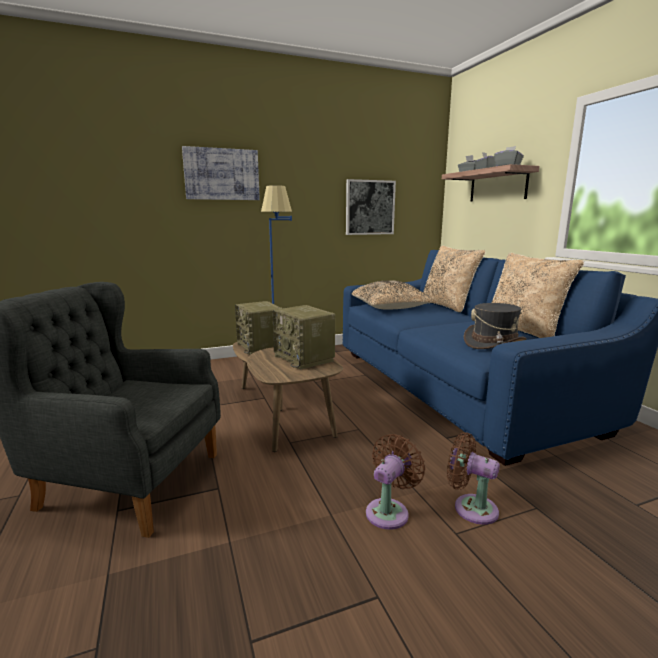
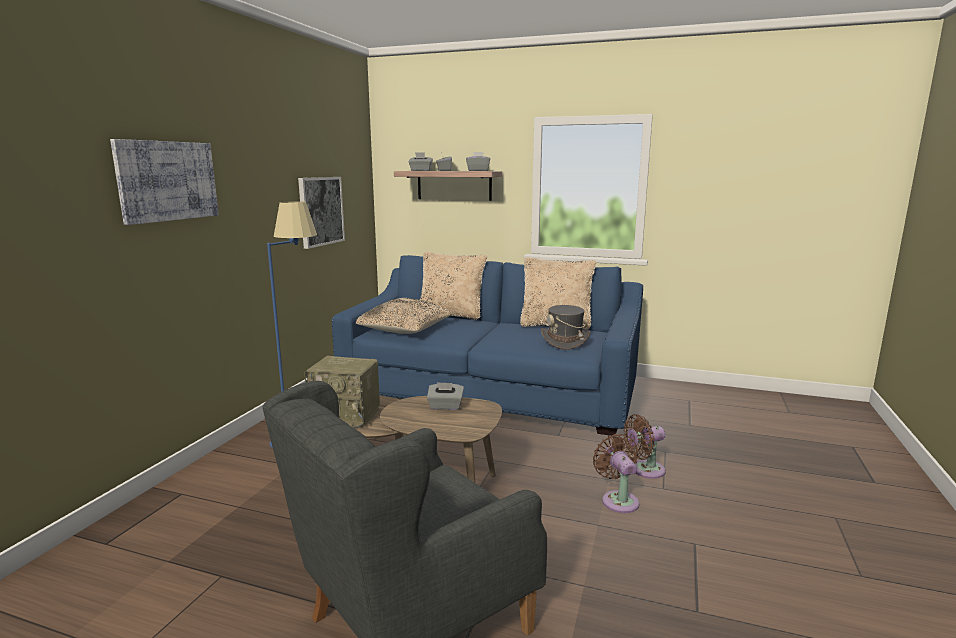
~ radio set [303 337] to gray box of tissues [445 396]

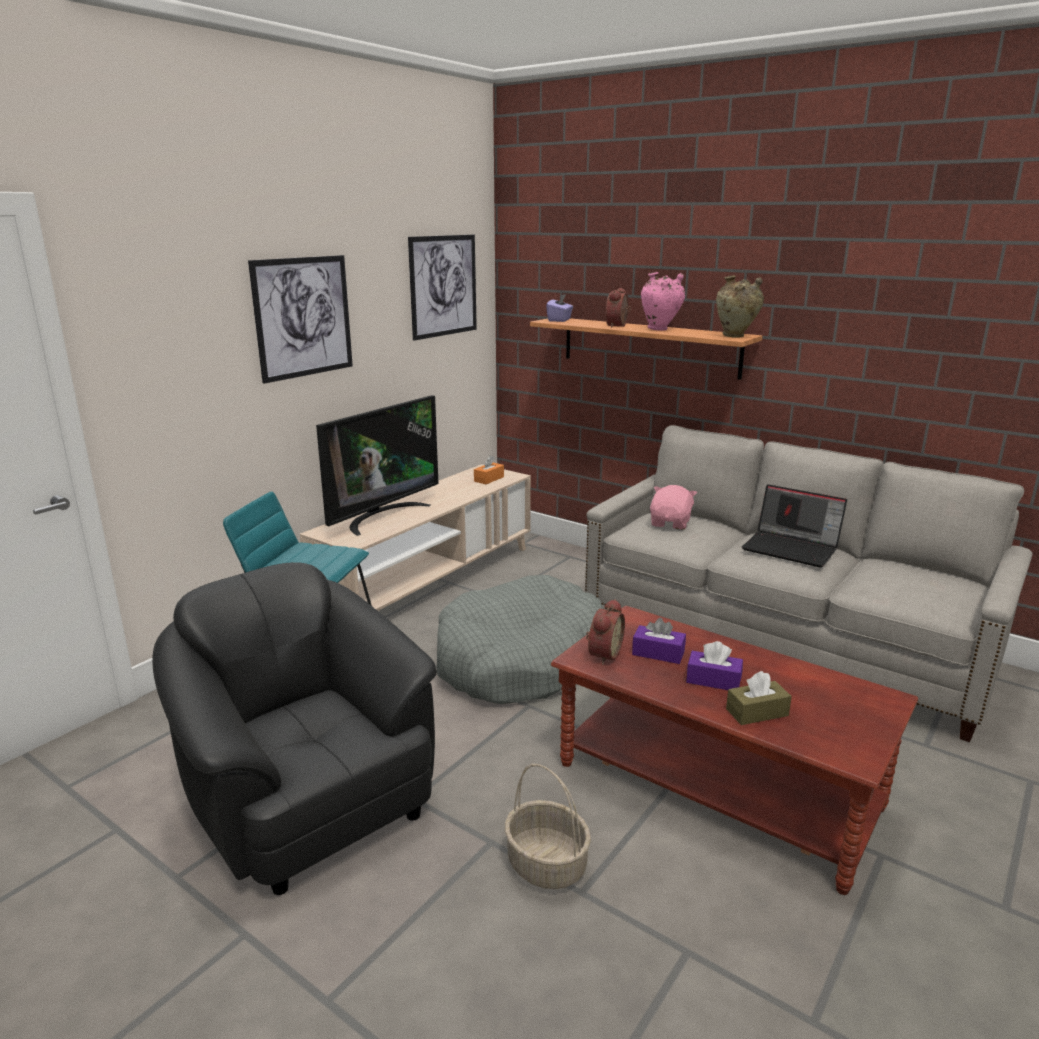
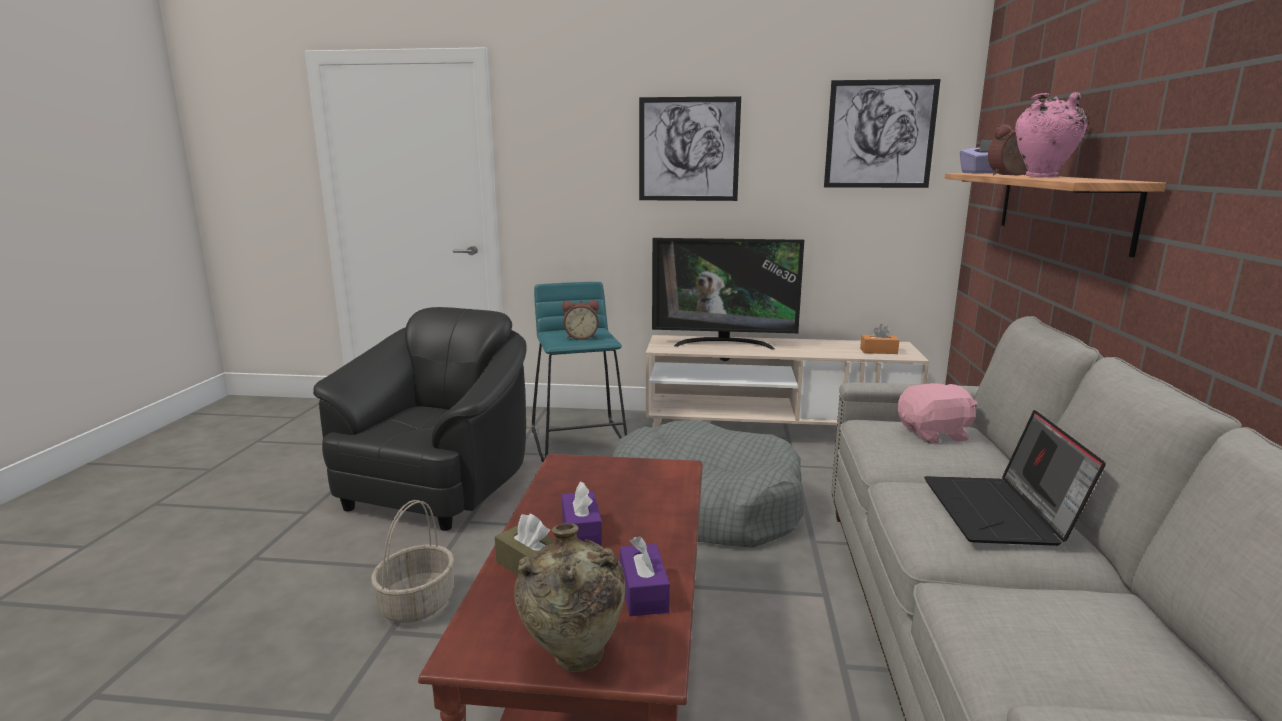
~ beige decorative vase [740 306] to [569 597]
~ table clock [605 632] to [580 320]
~ purplish box of tissues [659 641] to [645 576]

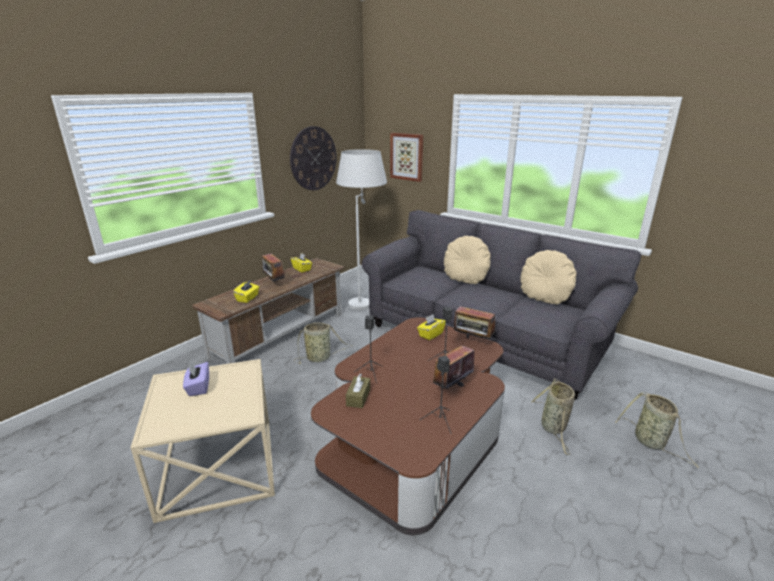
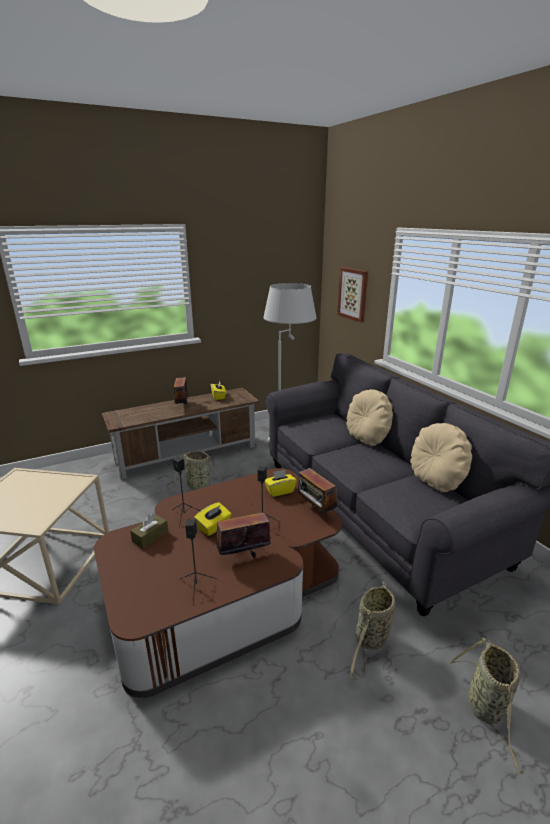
- wall clock [313 158]
~ yellow box of tissues [246 291] to [212 519]
- purplish box of tissues [196 379]

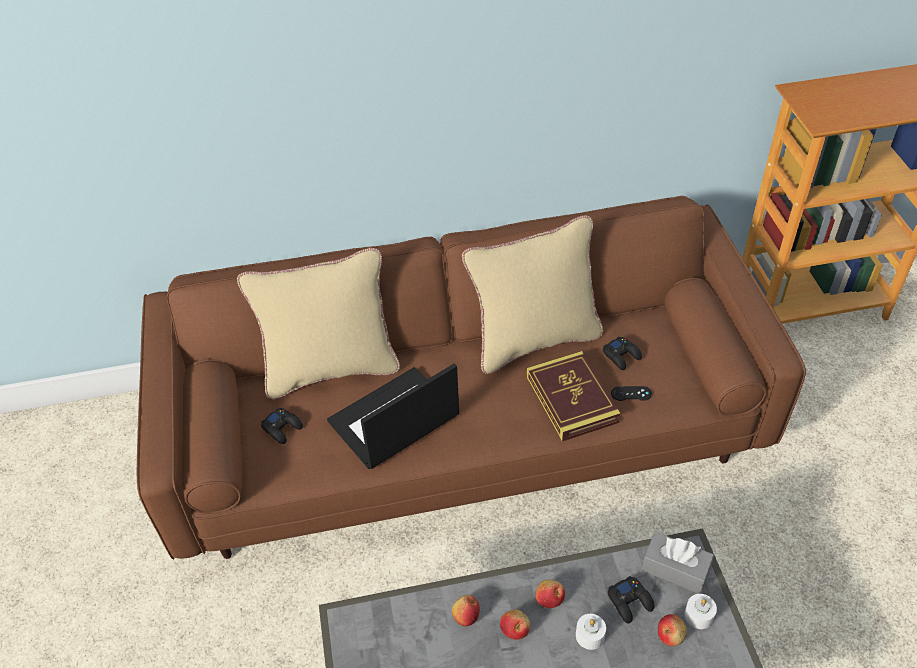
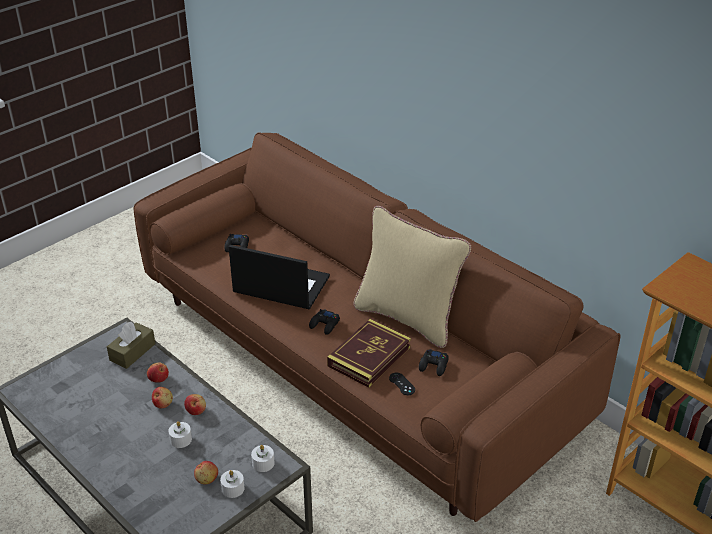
- beige pillow [318 323]
~ gray box of tissues [678 563] to whitish wax light [262 458]
~ black-coloured joypad [631 599] to [324 322]
+ brownish box of tissues [131 345]

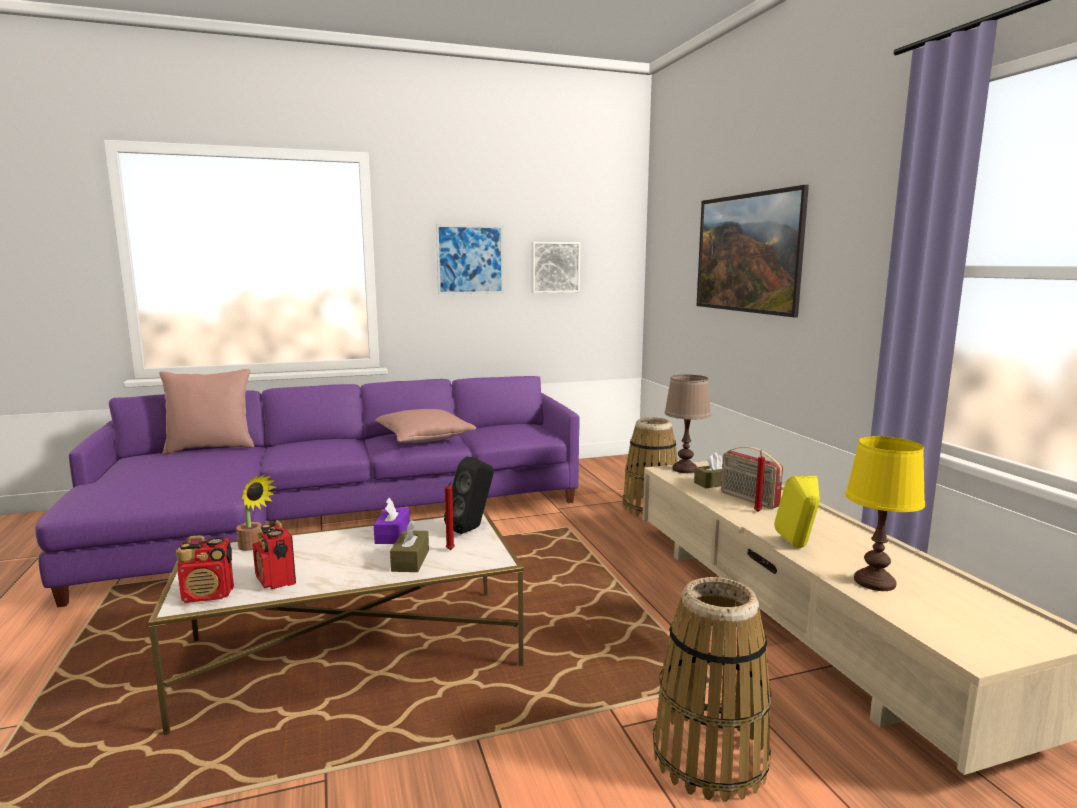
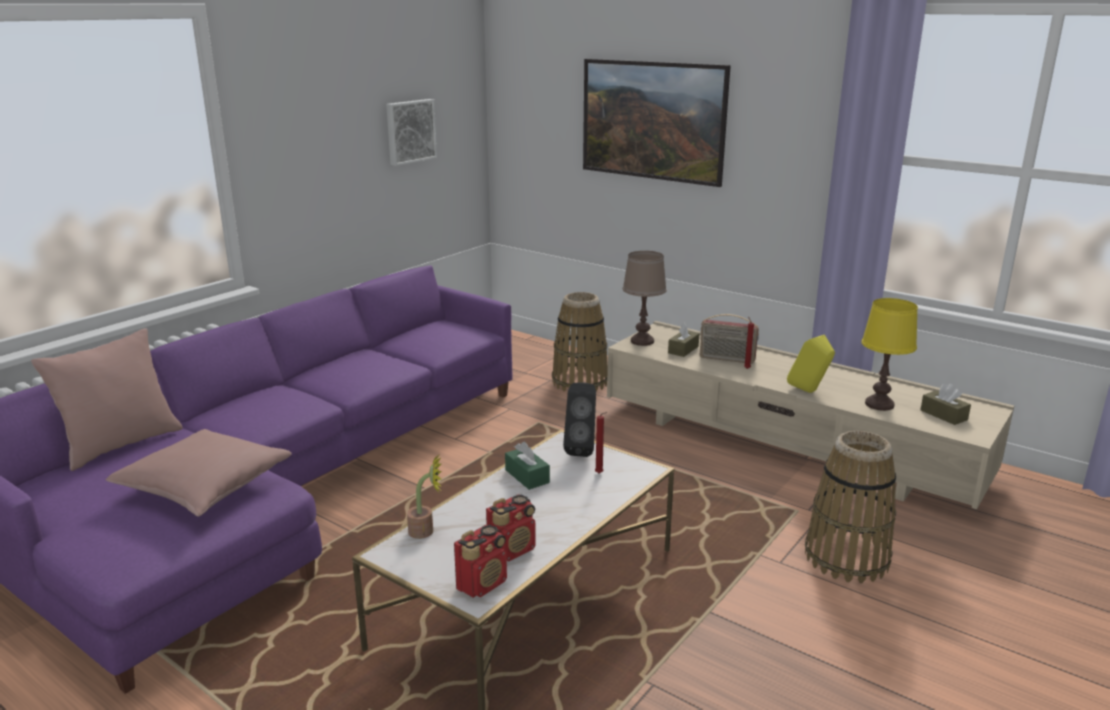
- wall art [470 259]
~ pink pillow [425 426] to [199 473]
~ purplish box of tissues [392 521] to greenish box of tissues [527 466]
~ radio set [274 554] = [511 528] 60 degrees counterclockwise
~ brownish box of tissues [409 546] to [945 404]

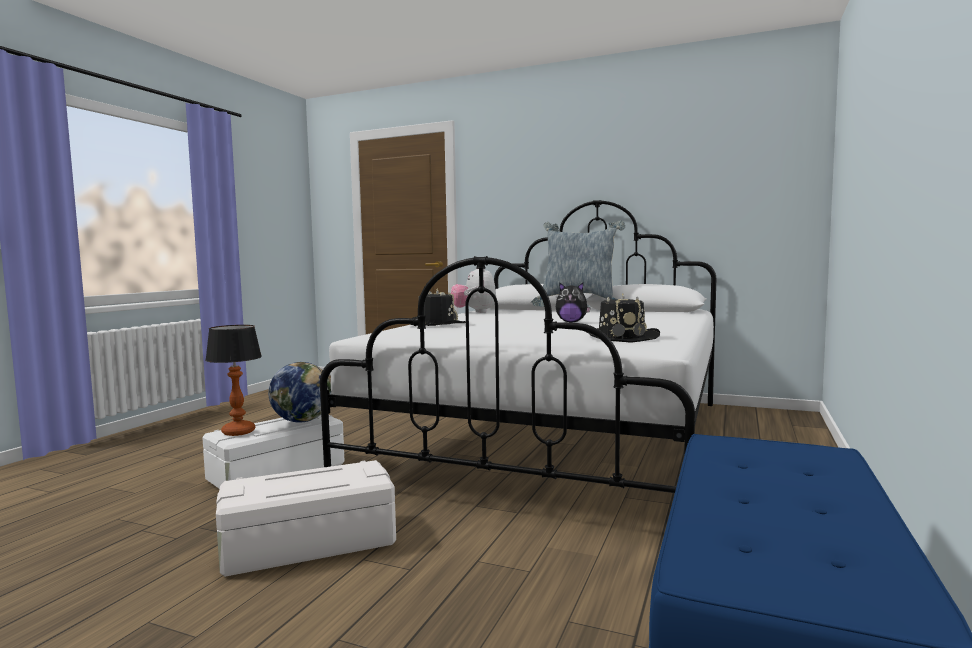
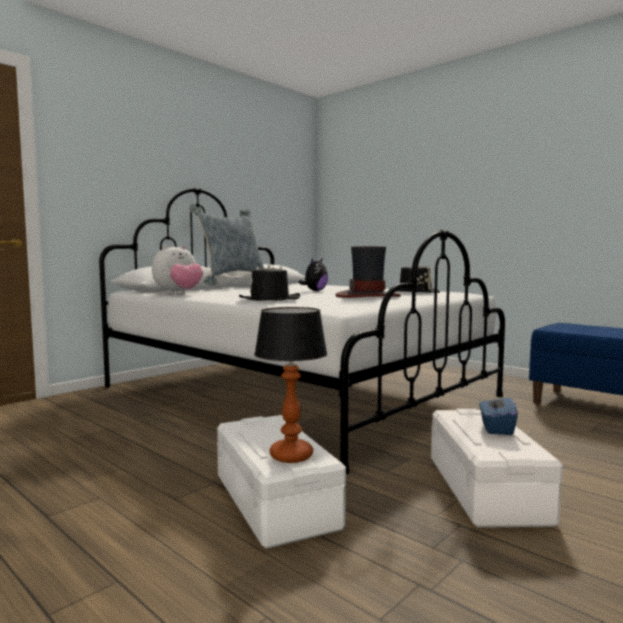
~ cuddly toy [473 290] = [177 269] 45 degrees counterclockwise
- desk globe [300 392]
+ clothing hat [368 272]
+ blue-coloured box of tissues [498 412]

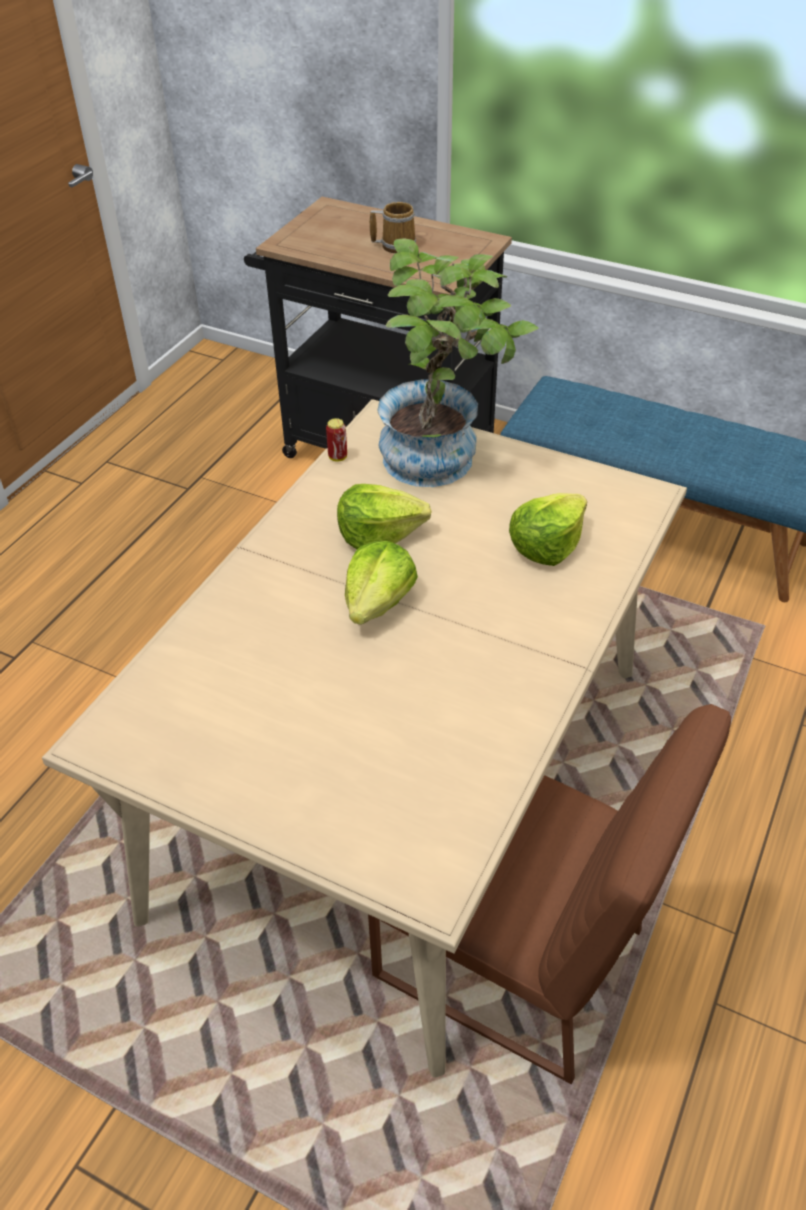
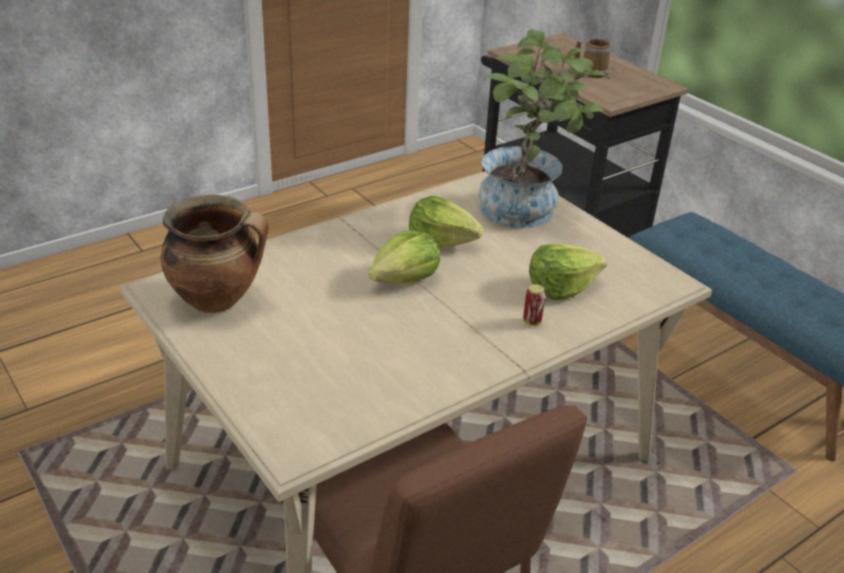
~ sealed can [336 440] to [534 305]
+ saucepot [215 254]

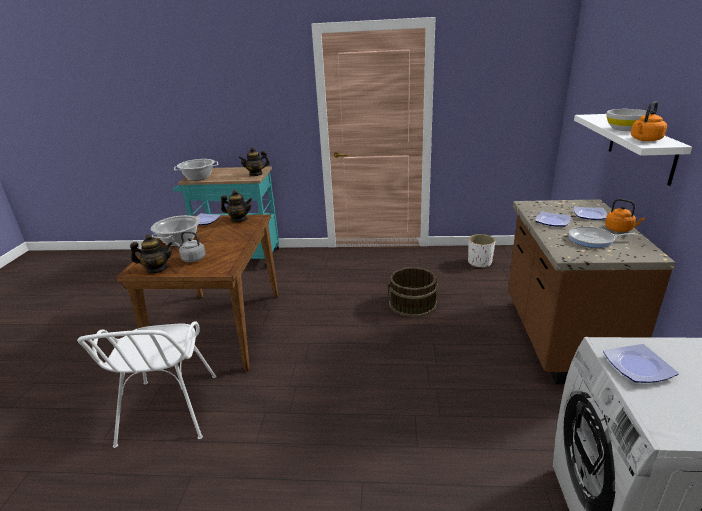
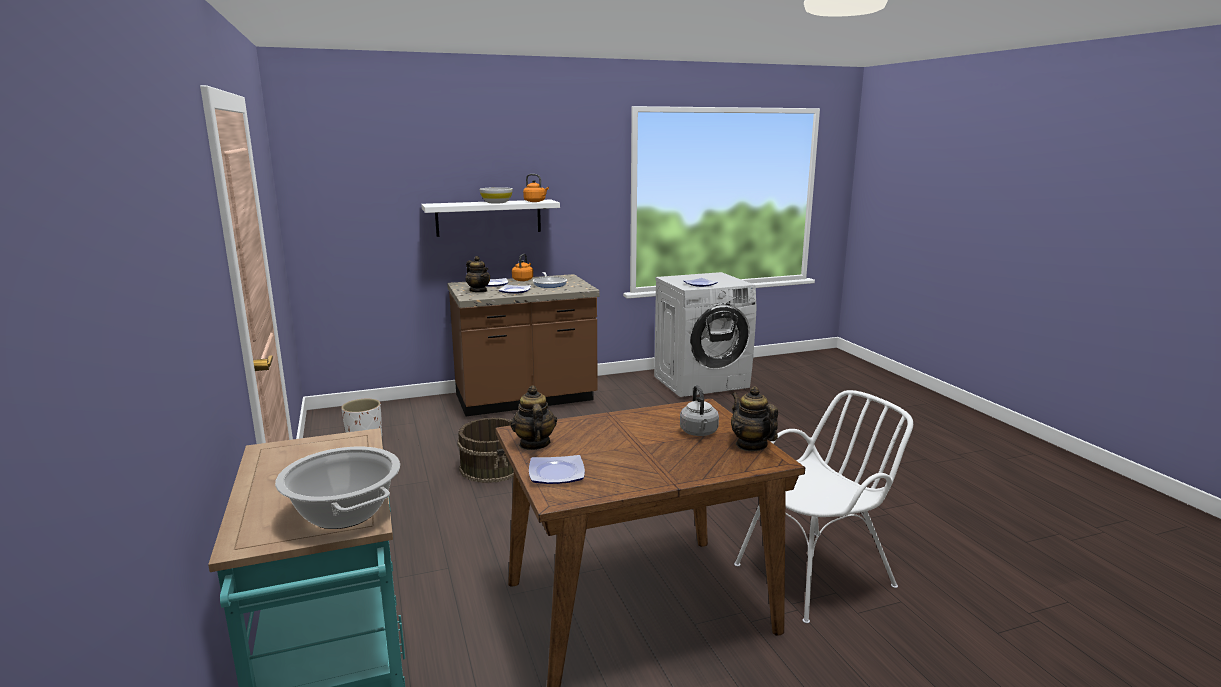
~ tea pot [254 161] to [477 274]
- saucepot [175 230]

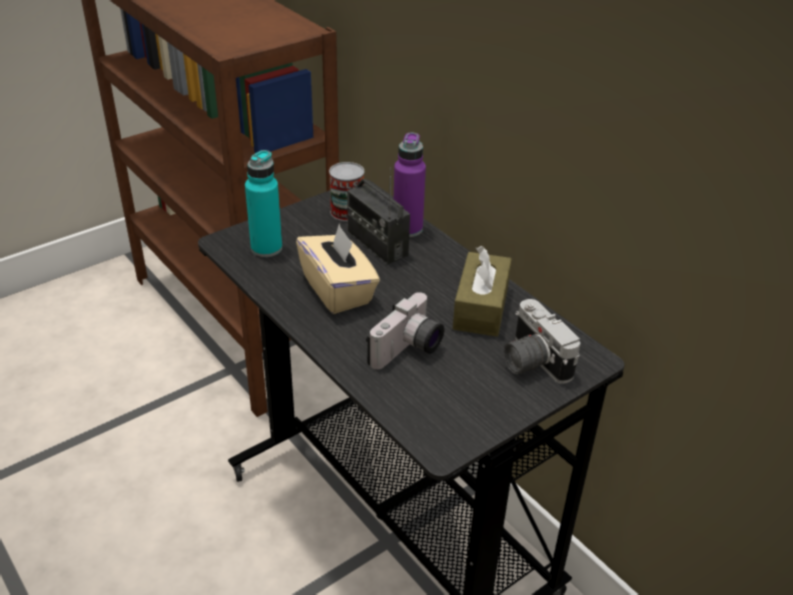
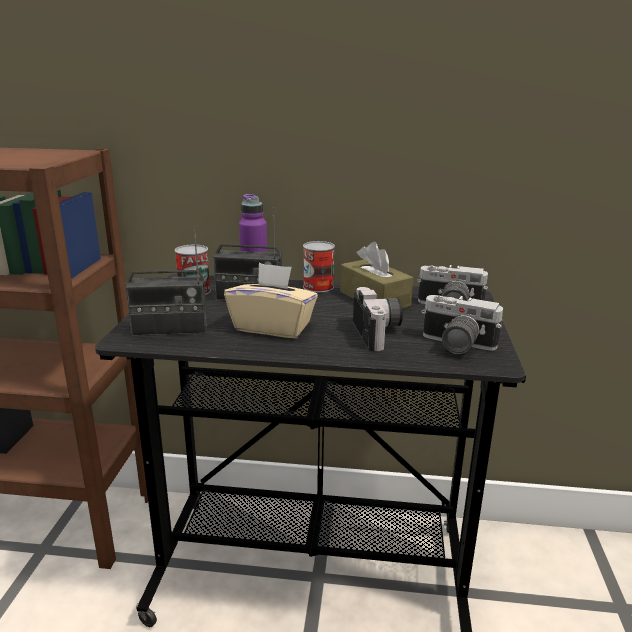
~ blue-green bottle [263 203] to radio set [166 281]
+ sealed can [319 266]
+ photo camera [462 324]

